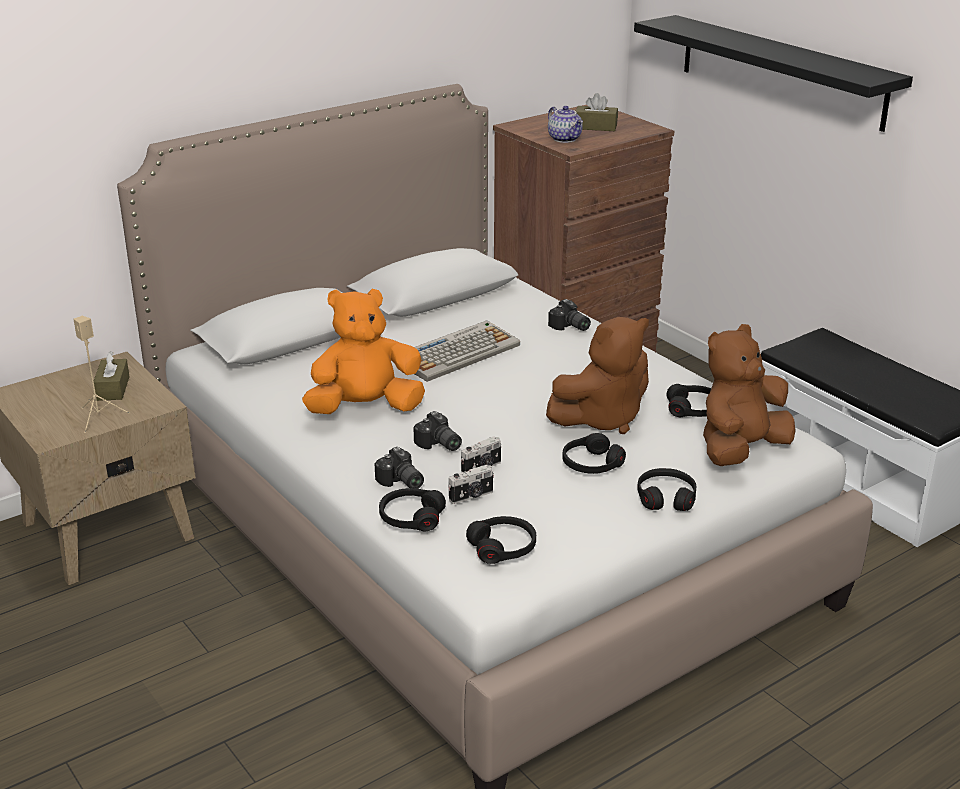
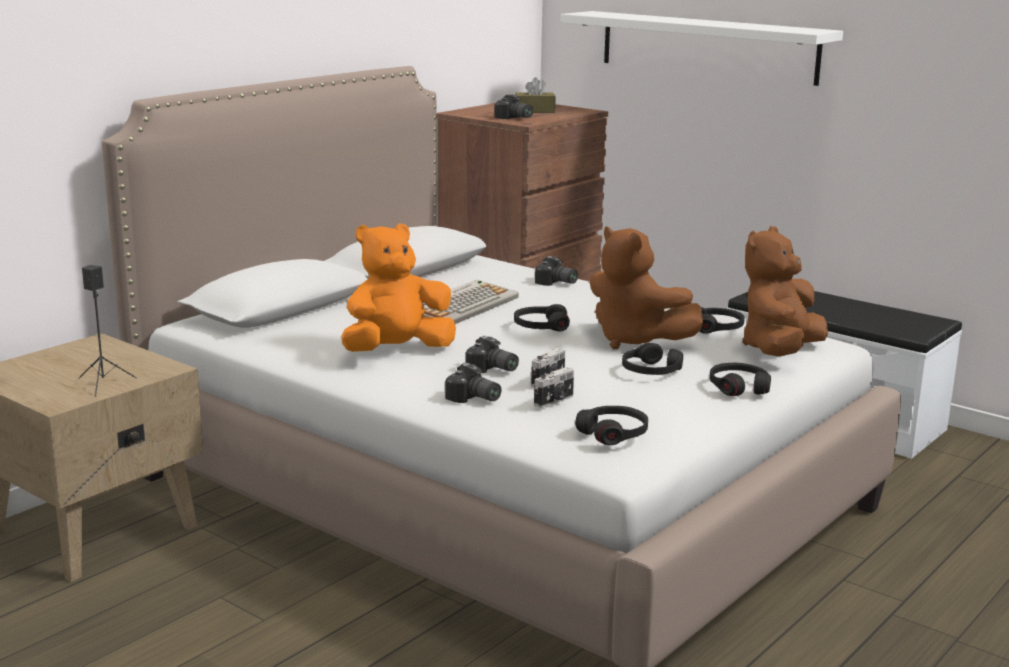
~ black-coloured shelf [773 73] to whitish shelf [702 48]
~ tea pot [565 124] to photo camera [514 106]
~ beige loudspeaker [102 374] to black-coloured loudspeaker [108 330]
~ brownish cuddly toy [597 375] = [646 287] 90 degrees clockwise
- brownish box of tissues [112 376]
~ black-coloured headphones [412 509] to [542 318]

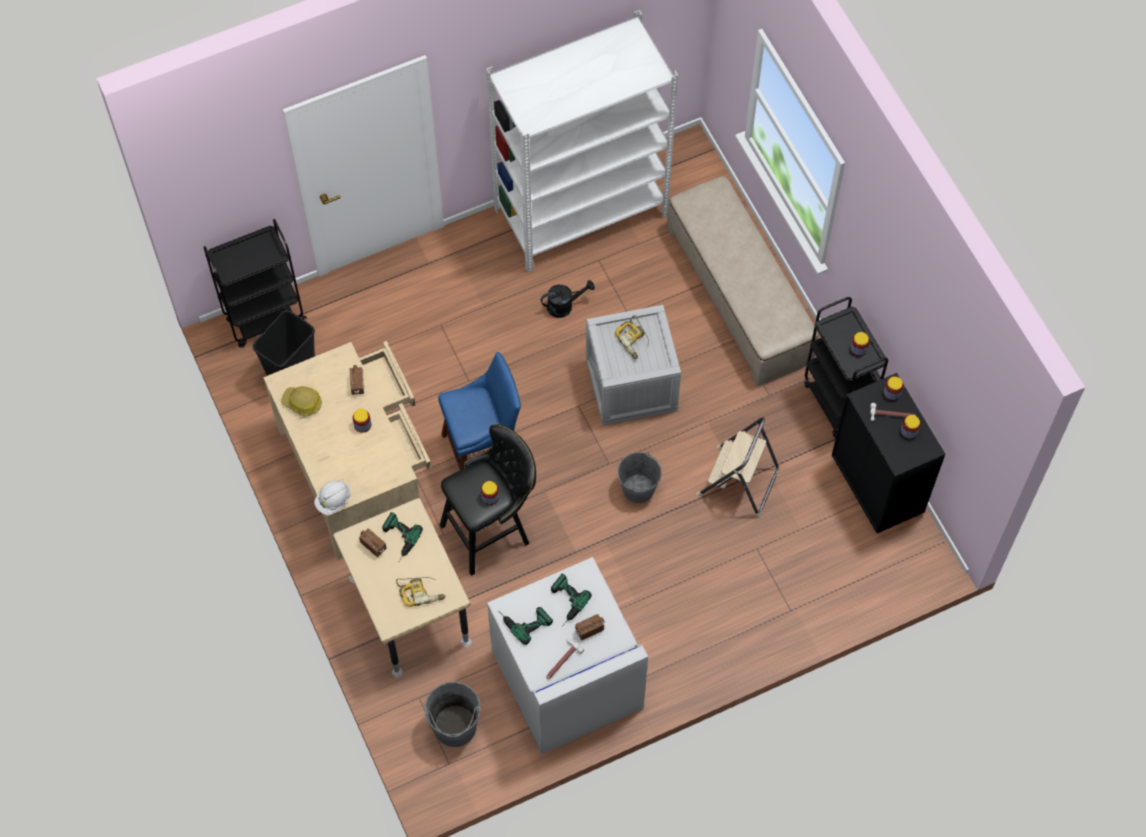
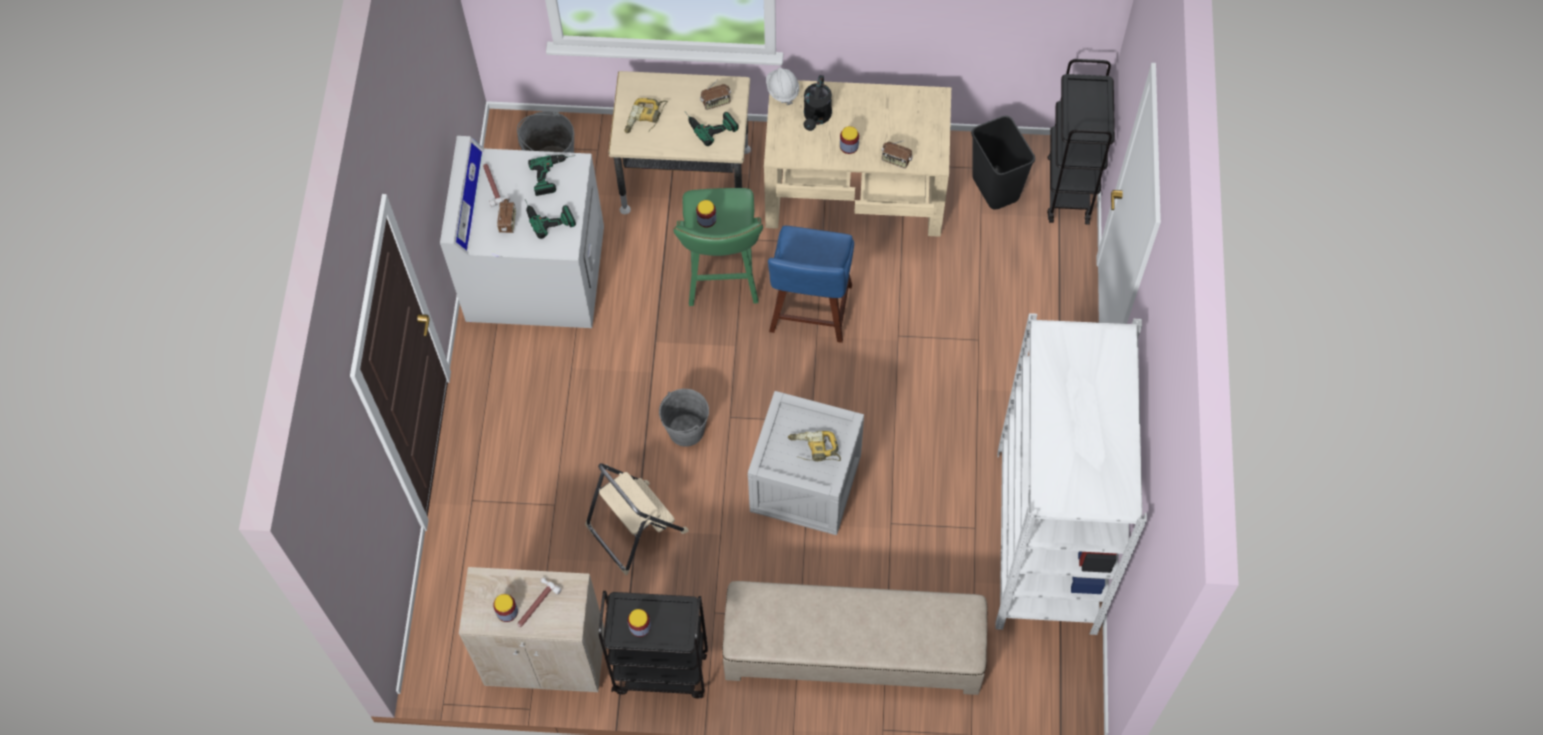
~ black-coloured sprinkling can [568 299] to [818 103]
~ black-coloured storage cabinet [888 453] to beige storage cabinet [532 629]
- preserve jar [893 388]
- hard hat [301 401]
~ black-coloured sitting stool [488 500] to greenish sitting stool [718 247]

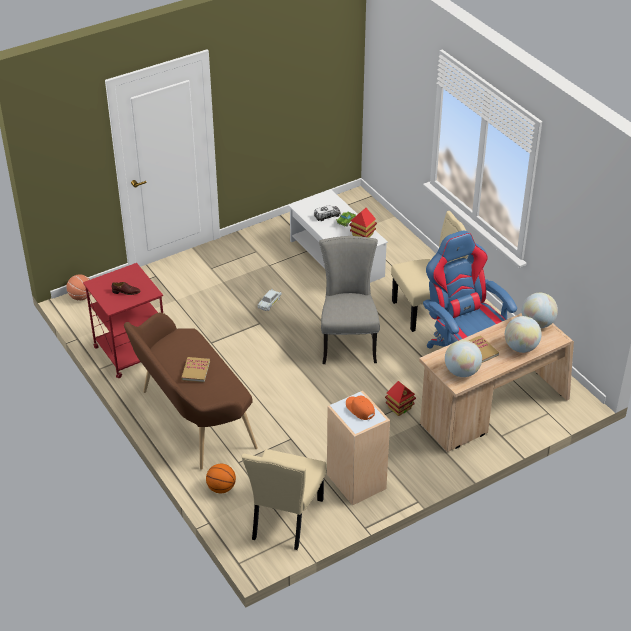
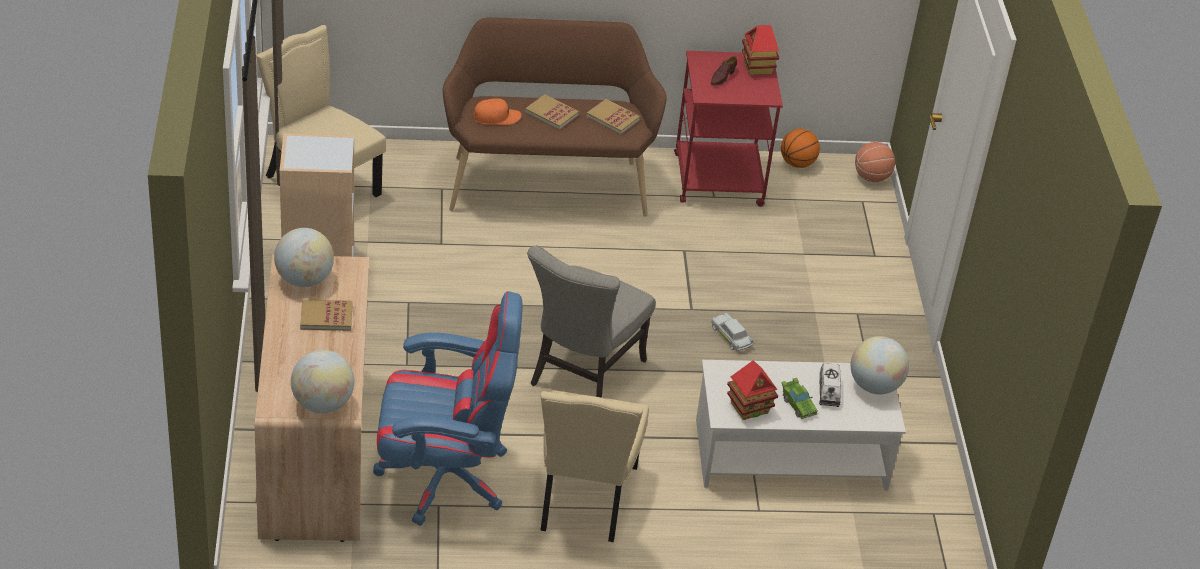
~ gray plain chair [349 300] = [591 321] 90 degrees clockwise
~ desk globe [523 334] to [880 365]
~ model house [400 398] to [760 50]
~ orange baseball cap [360 408] to [497 111]
~ ball for basketball [221 478] to [800 148]
+ volume [613 117]

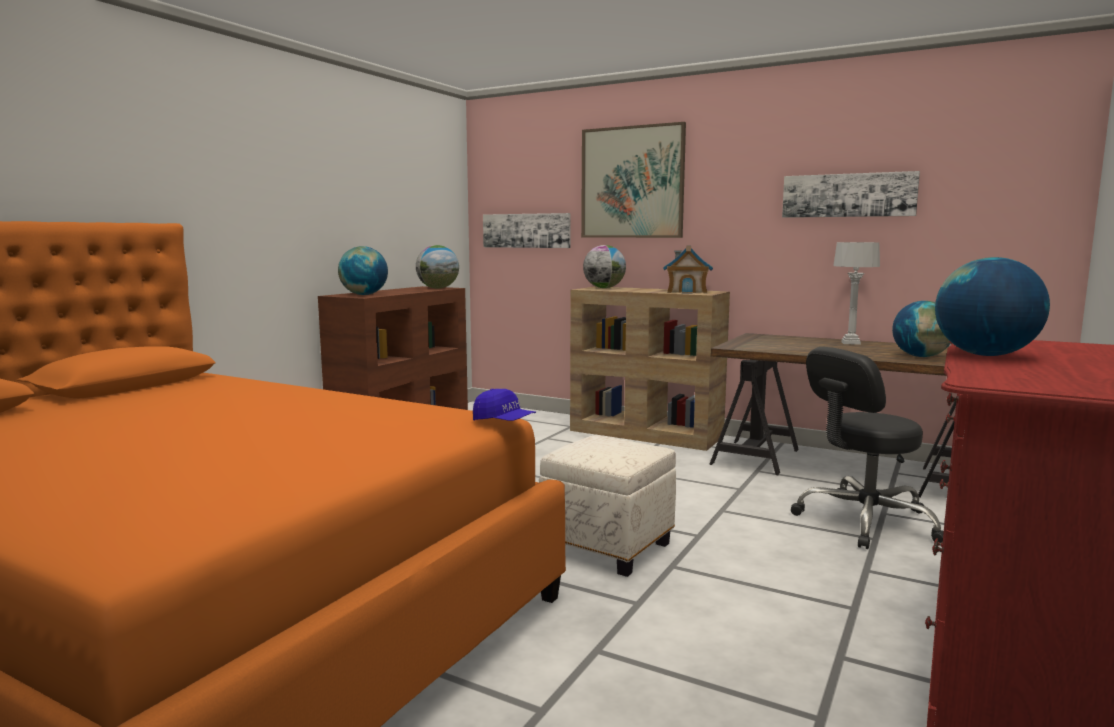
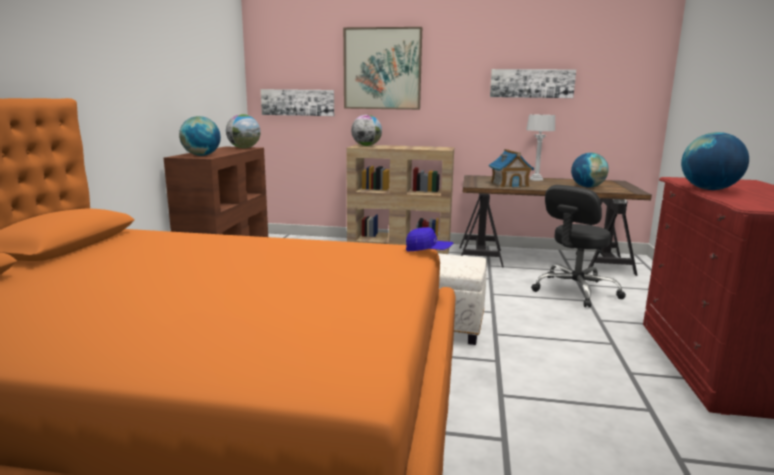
~ model house [688 269] to [512 168]

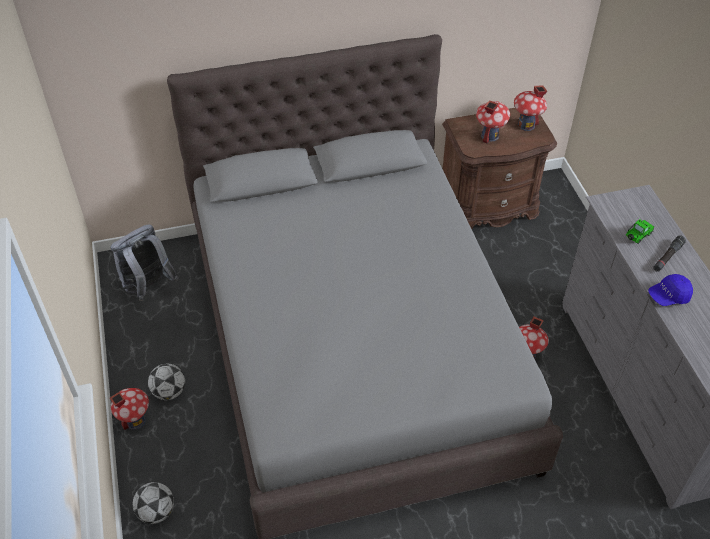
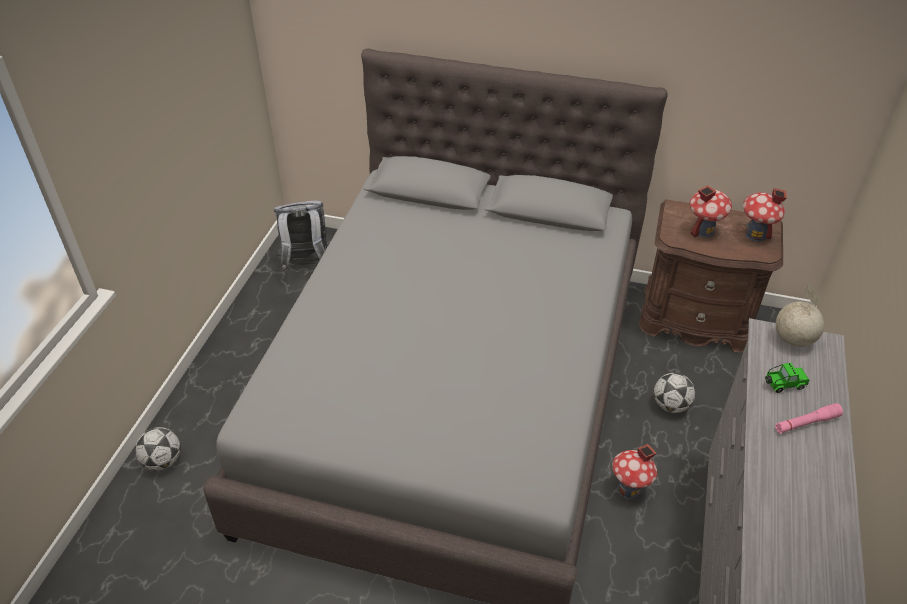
~ black-coloured torch [670 253] to pink torch [809 418]
- blue-coloured baseball cap [670 290]
~ ball for football [166 382] to [674 393]
- model house [129 409]
+ desk globe [800 315]

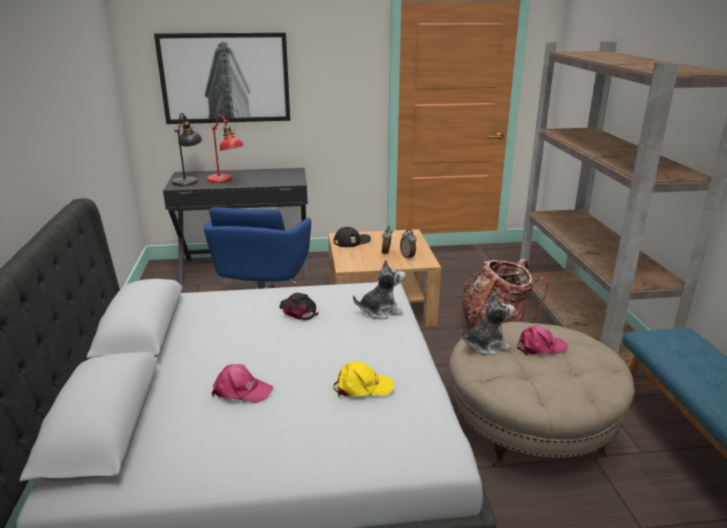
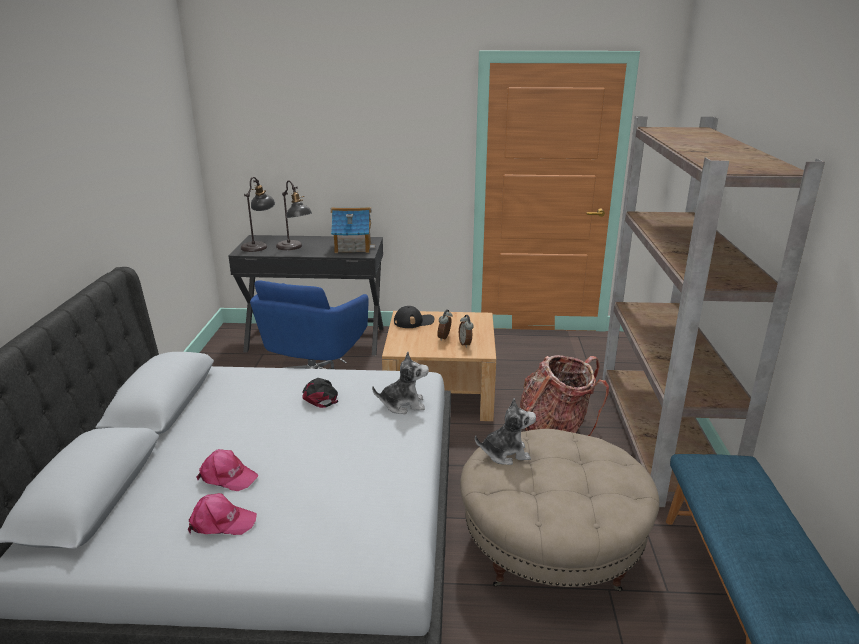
- wall art [222 78]
~ reddish tabletop lamp [225 149] to gray tabletop lamp [294 215]
~ pink baseball cap [542 341] to [222 514]
- yellow baseball cap [363 379]
+ model house [353 230]

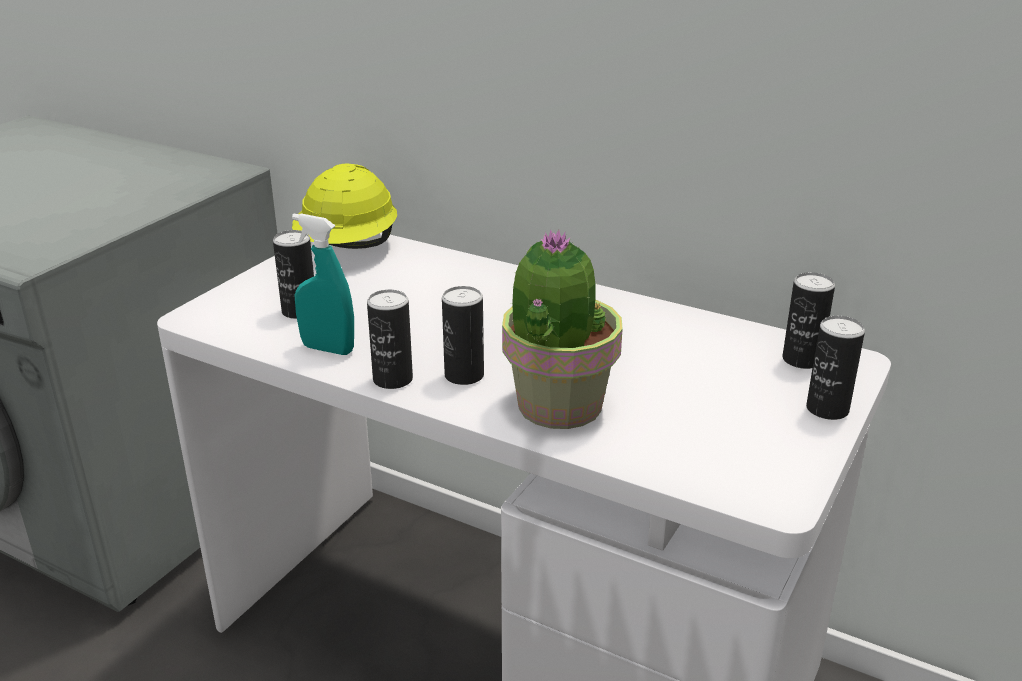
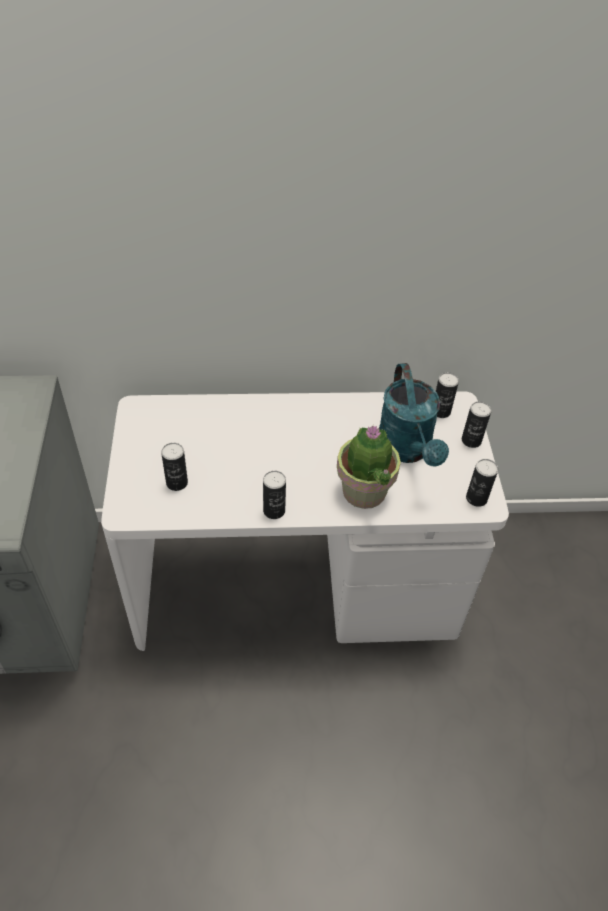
- yellow hard hat [344 206]
- blue-green sprayer [323 284]
~ sealed can [463 335] to [482 483]
+ blue-green sprinkling can [414 415]

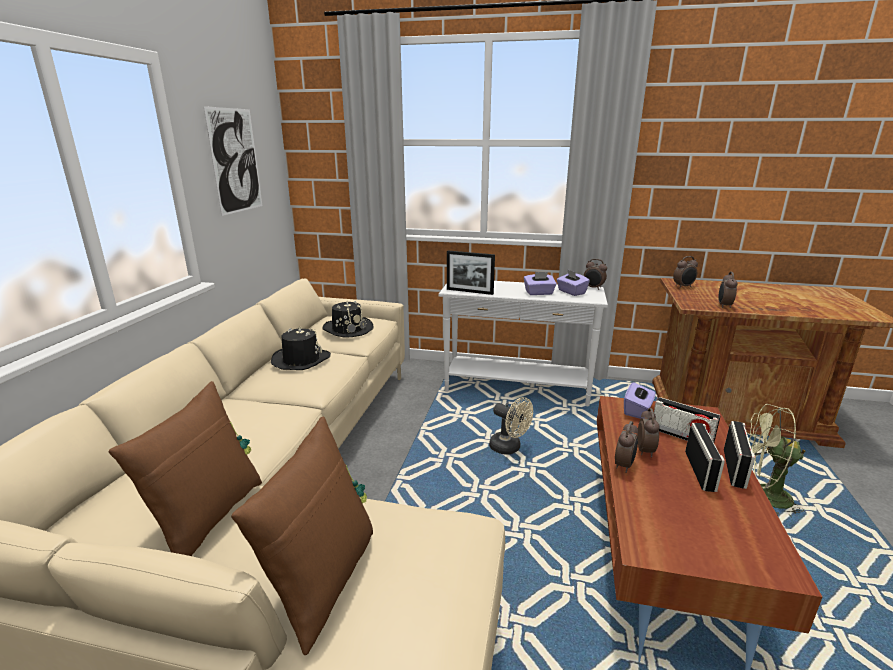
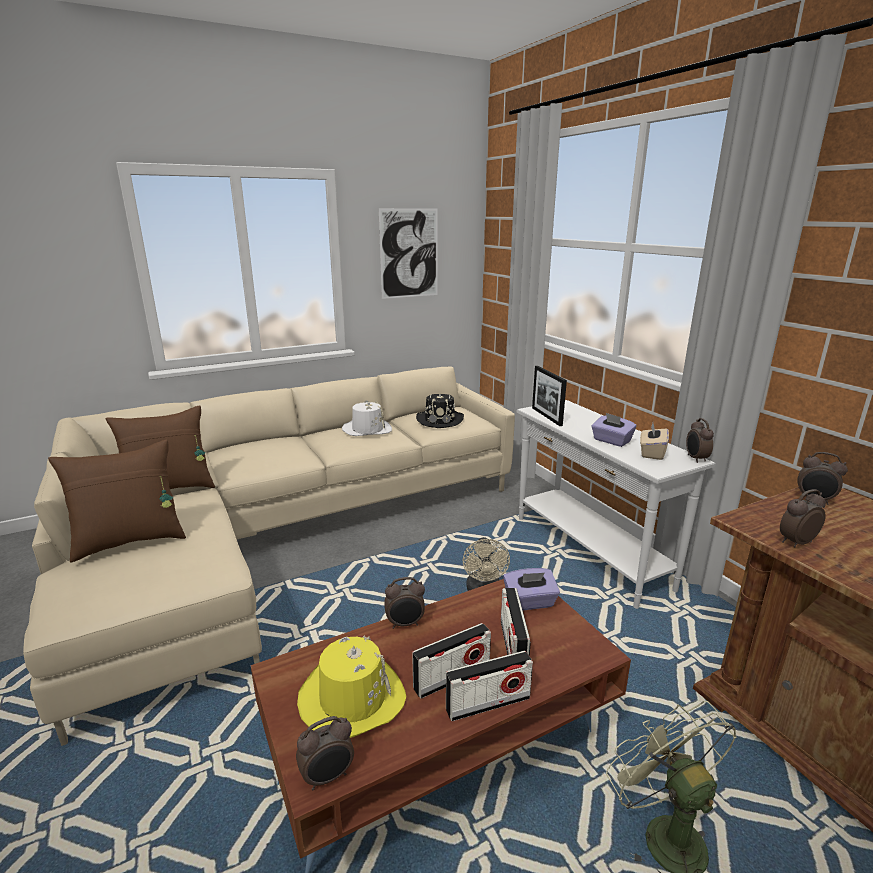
~ purplish box of tissues [573 282] to beige box of tissues [654 441]
~ black-coloured clothing hat [301 348] to whitish clothing hat [367 418]
~ table clock [648 433] to [325 753]
+ yellow clothing hat [351 687]

